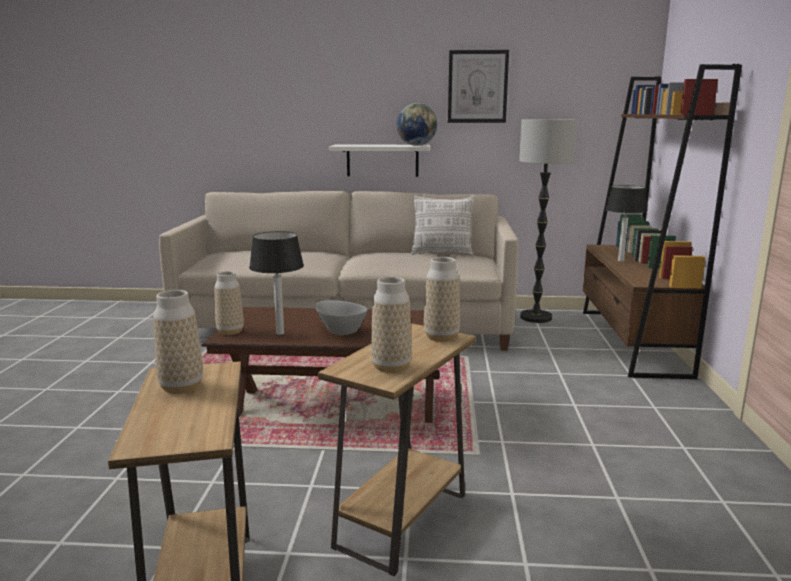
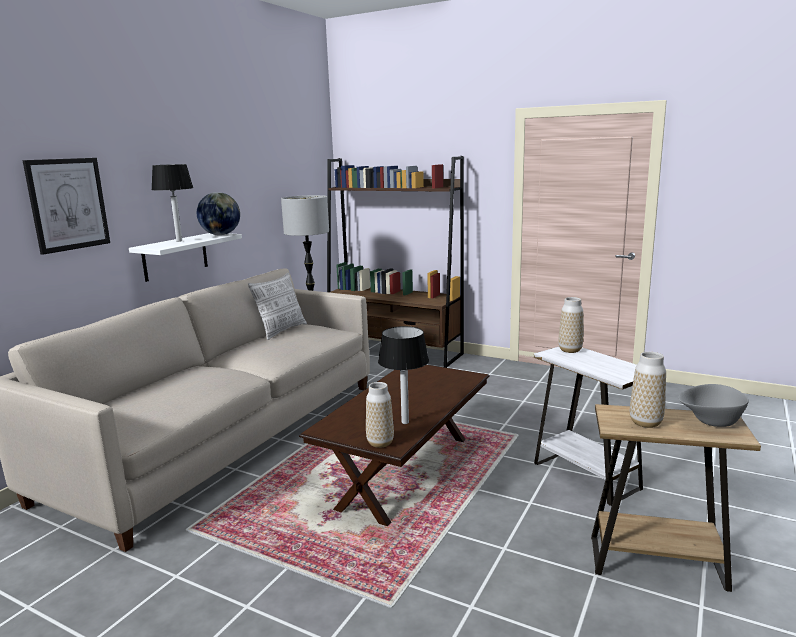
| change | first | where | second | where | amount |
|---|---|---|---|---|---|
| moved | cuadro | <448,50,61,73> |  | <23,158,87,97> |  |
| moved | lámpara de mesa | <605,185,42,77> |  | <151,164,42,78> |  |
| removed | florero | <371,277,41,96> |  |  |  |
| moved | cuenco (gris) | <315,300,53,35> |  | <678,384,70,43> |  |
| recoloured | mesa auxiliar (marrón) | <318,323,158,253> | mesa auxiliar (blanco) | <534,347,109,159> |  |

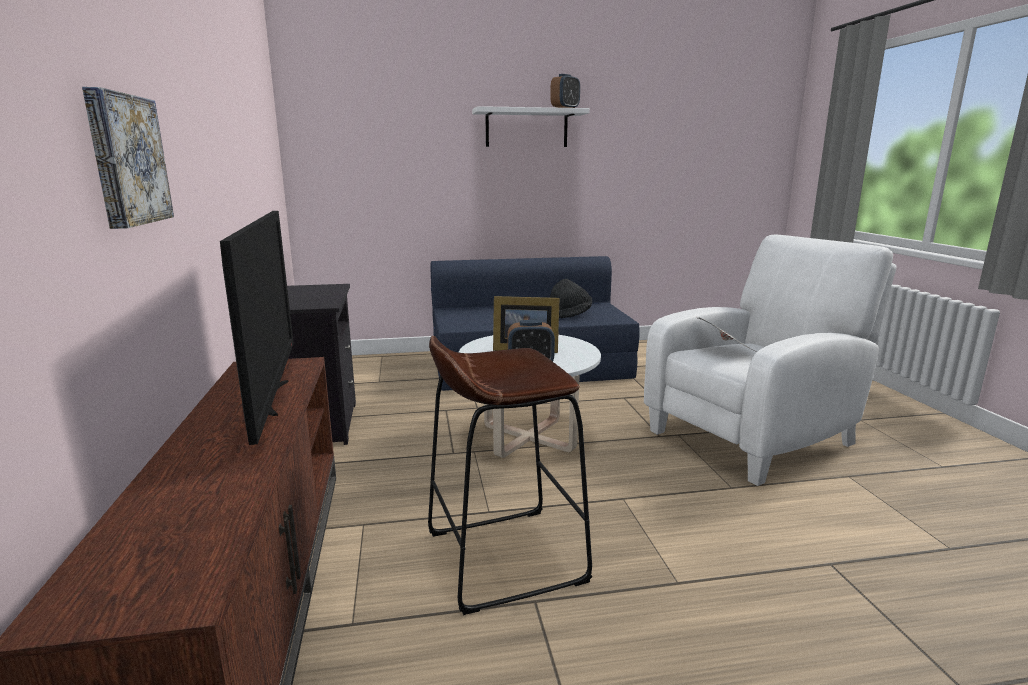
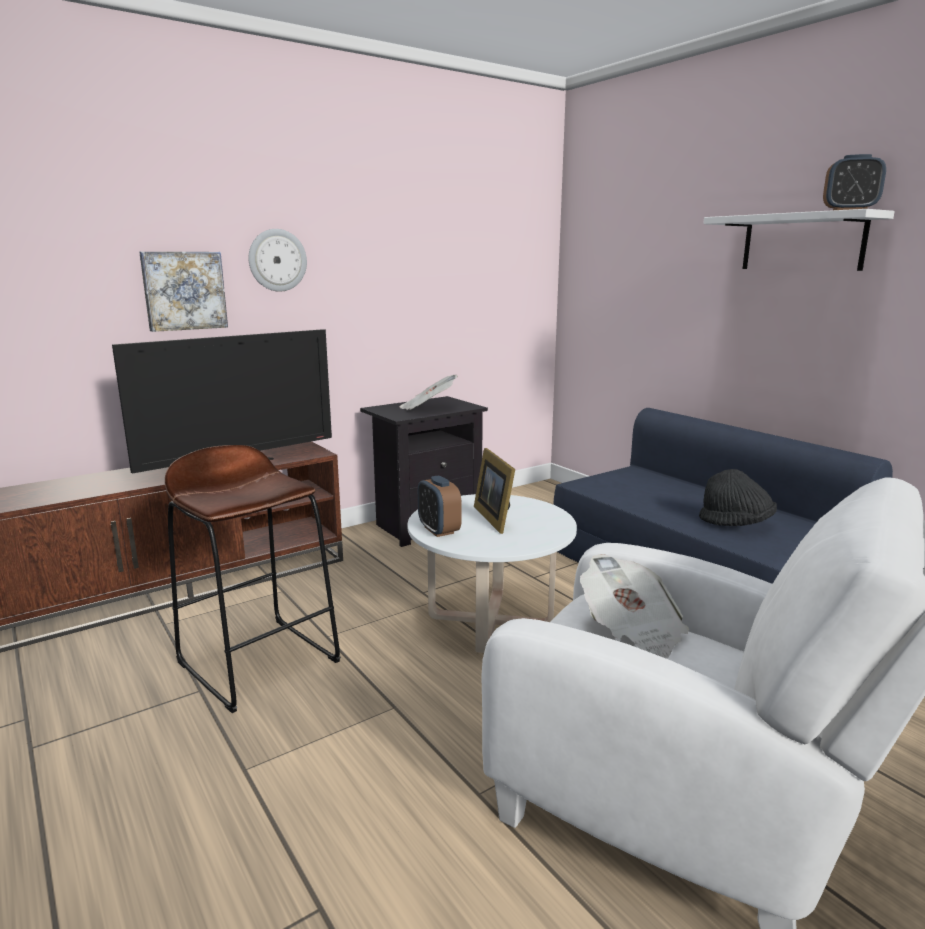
| change | first | where | second | where | amount |
|---|---|---|---|---|---|
| added |  |  | reloj de pared | <248,229,59,63> |  |
| added |  |  | periódico | <400,375,58,35> |  |

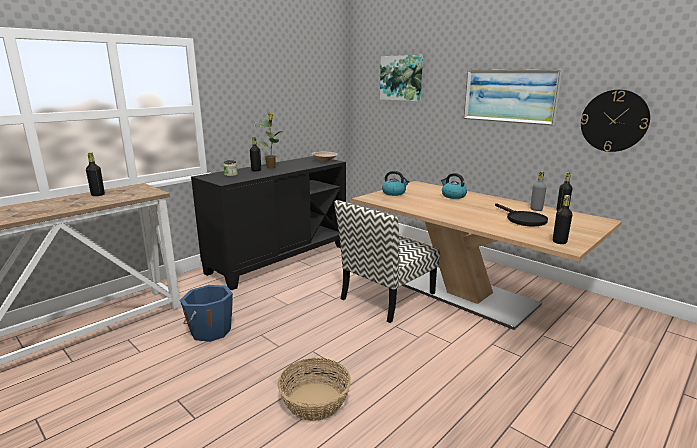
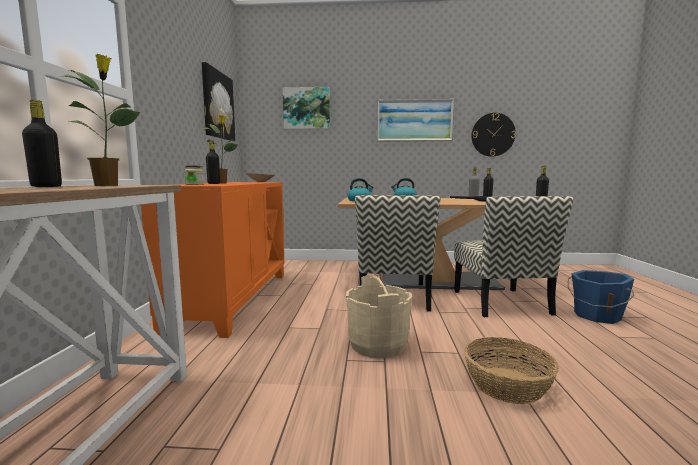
| change | first | where | second | where | amount |
|---|---|---|---|---|---|
| recoloured | armario (negro) | <191,156,155,134> | armario (naranja) | <141,182,143,156> |  |
| moved | cubo (azul) | <180,285,53,57> |  | <568,270,66,54> |  |
| added |  |  | planta en maceta | <61,54,79,132> |  |
| added |  |  | cuadro | <202,62,33,78> |  |
| added |  |  | silla | <454,196,120,121> |  |
| added |  |  | cubo (beis) | <346,275,66,83> |  |

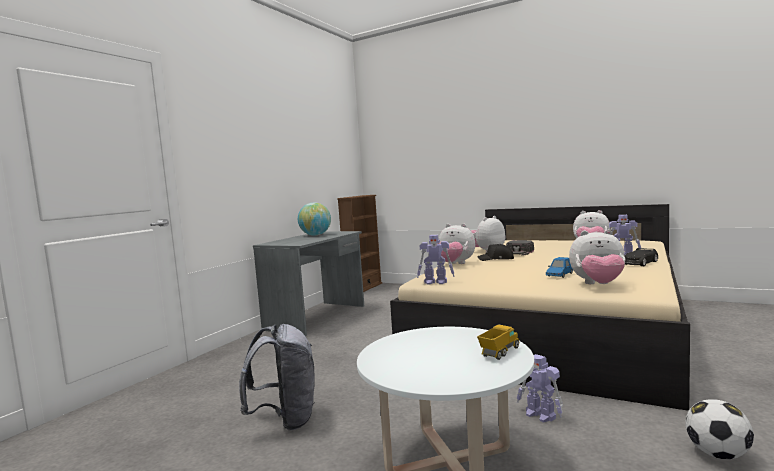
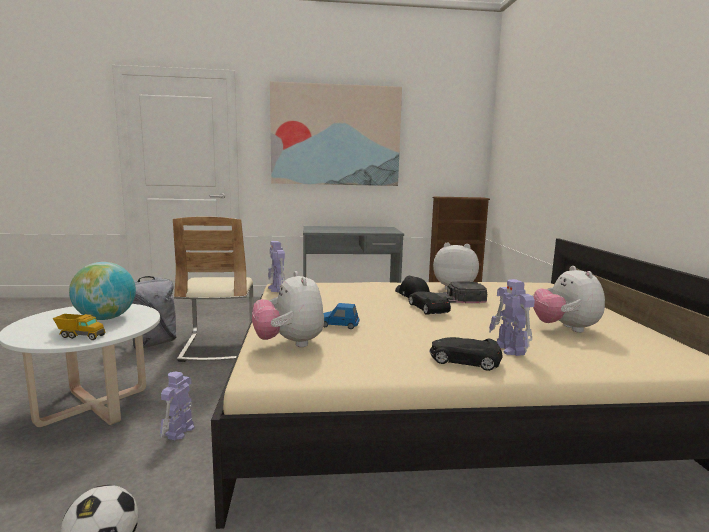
| change | first | where | second | where | amount |
|---|---|---|---|---|---|
| moved | globo terráqueo | <298,202,33,34> |  | <69,262,67,58> |  |
| removed | peluche | <436,224,39,40> |  |  |  |
| added |  |  | cuadro | <270,81,132,105> |  |
| added |  |  | silla (beis) | <173,217,80,145> |  |
| added |  |  | coche de juguete (negro) | <409,291,42,24> |  |

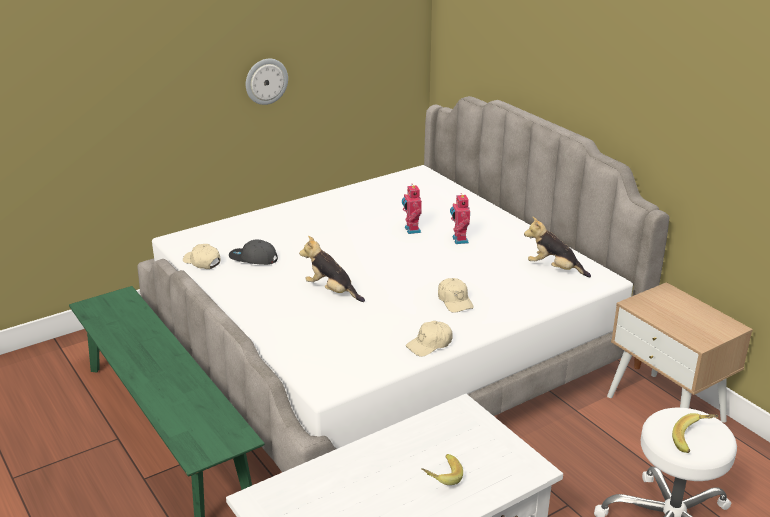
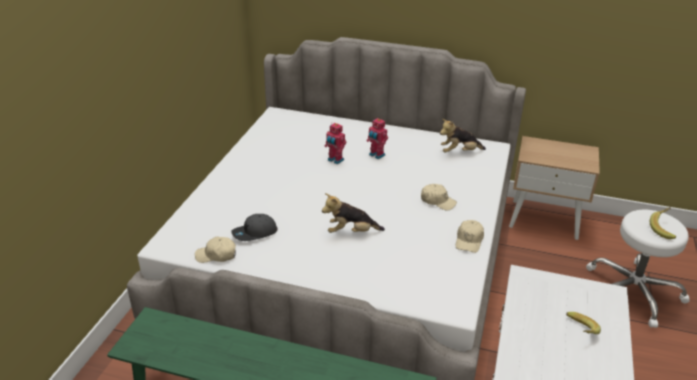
| change | first | where | second | where | amount |
|---|---|---|---|---|---|
| removed | reloj de pared | <246,59,42,46> |  |  |  |

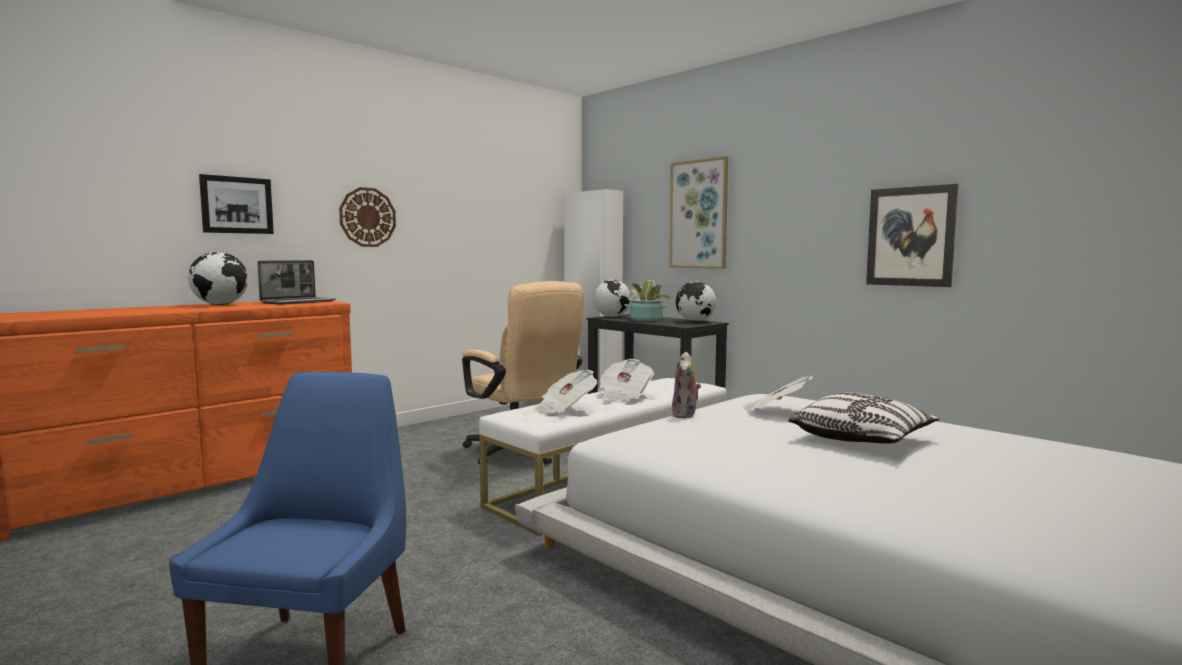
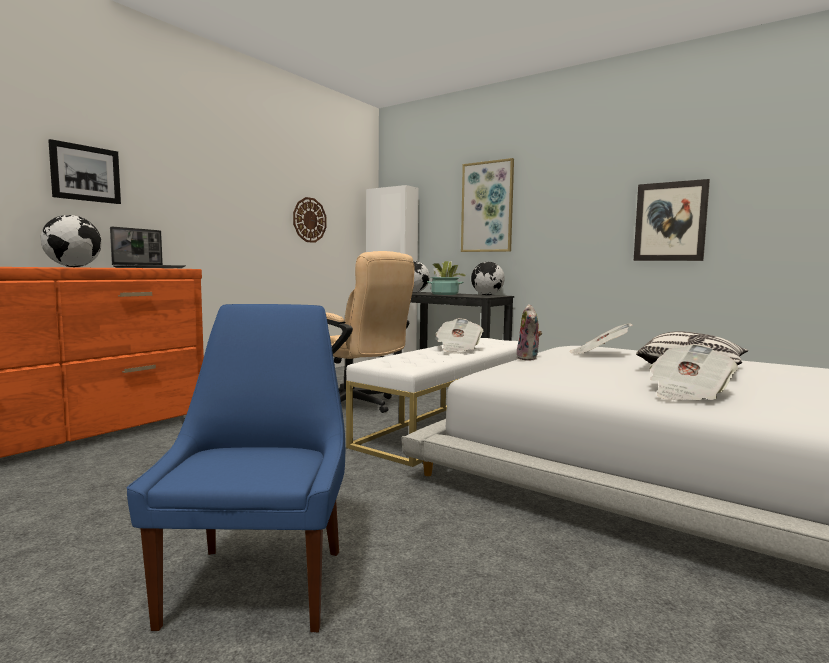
| change | first | where | second | where | amount |
|---|---|---|---|---|---|
| moved | reloj de pared | <339,187,57,60> |  | <293,197,33,46> |  |
| moved | periódico | <533,370,64,43> |  | <649,344,89,56> |  |

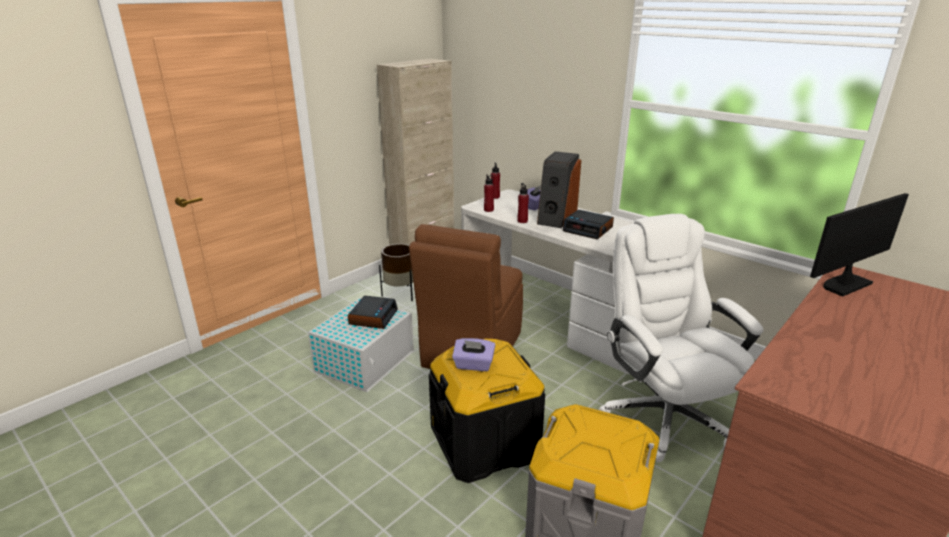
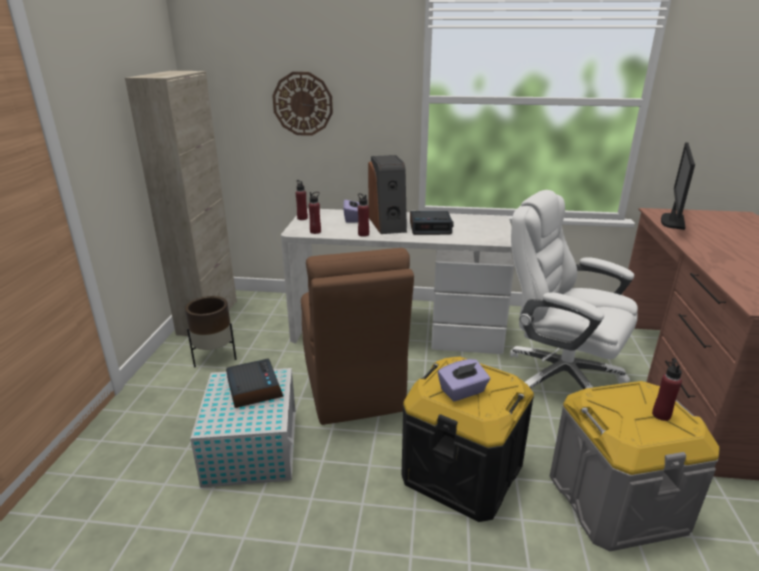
| change | first | where | second | where | amount |
|---|---|---|---|---|---|
| added |  |  | reloj de pared | <272,72,61,64> |  |
| added |  |  | botella (rojo) | <652,358,30,63> |  |

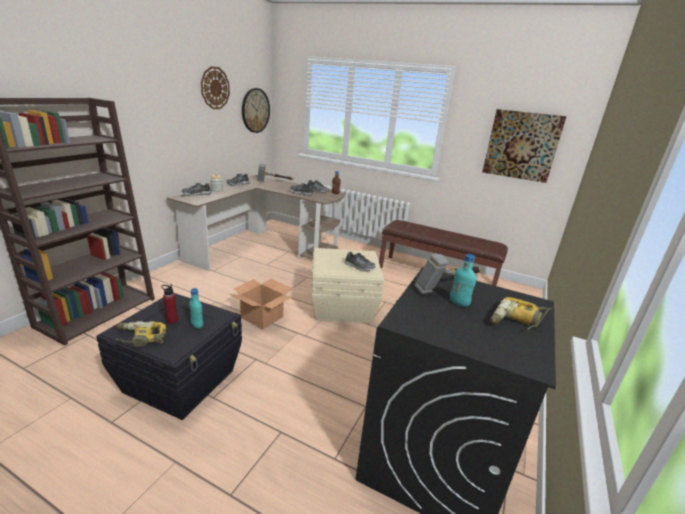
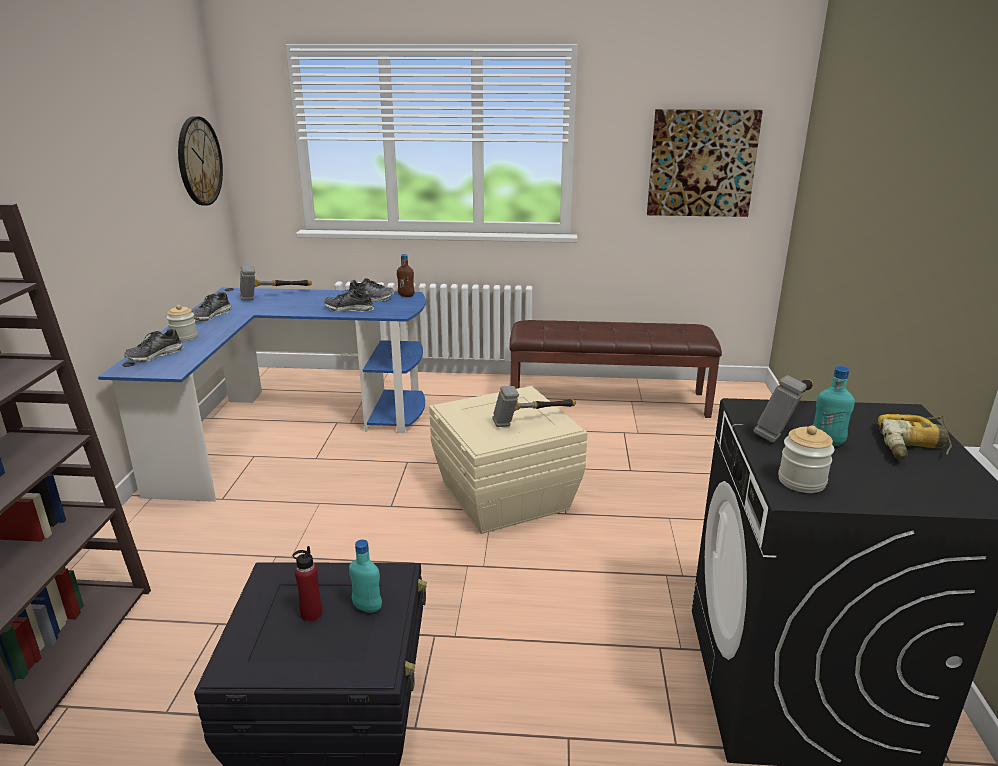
| change | first | where | second | where | amount |
|---|---|---|---|---|---|
| removed | reloj de pared | <201,66,29,43> |  |  |  |
| recoloured | escritorio (marrón) | <167,175,178,96> | escritorio (azul) | <98,288,328,214> |  |
| replaced | zapato | <344,252,32,20> | martillo | <492,386,84,41> |  |
| removed | caja de cartón | <230,279,63,51> |  |  |  |
| removed | taladro | <115,321,51,25> |  |  |  |
| added |  |  | tarro | <778,426,56,67> |  |

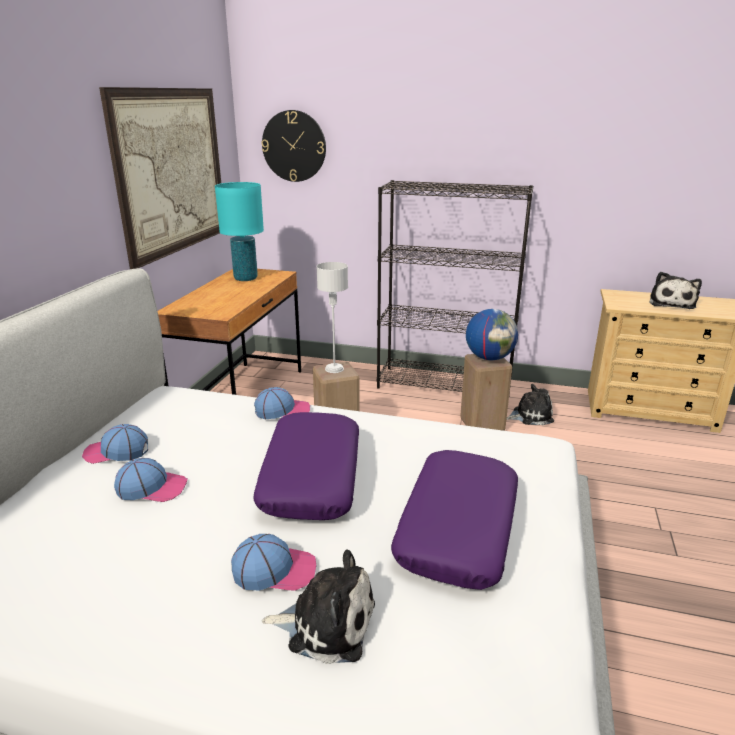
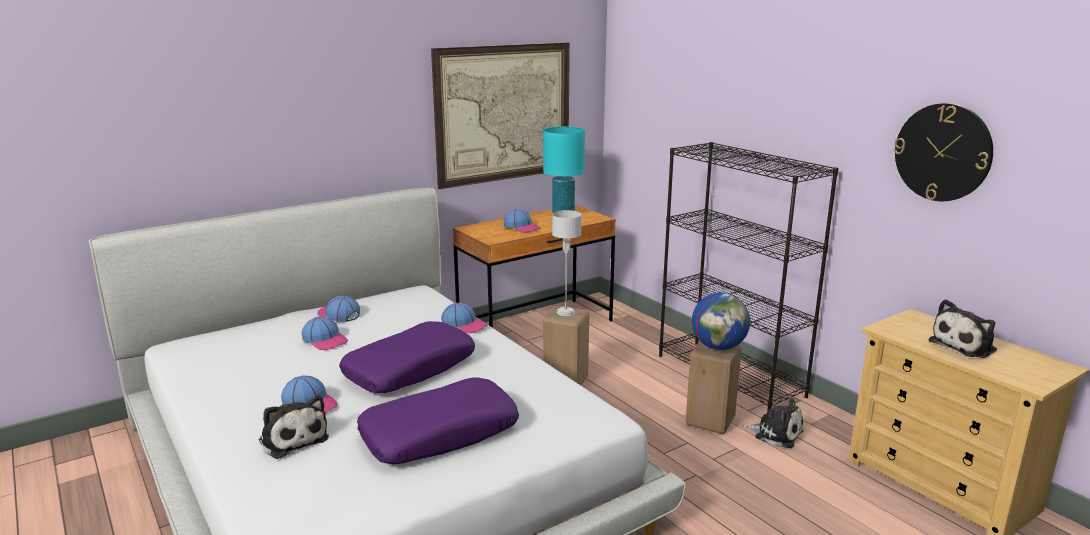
| change | first | where | second | where | amount |
|---|---|---|---|---|---|
| moved | reloj de pared | <261,110,65,72> |  | <894,103,99,98> |  |
| added |  |  | gorra | <504,209,37,24> |  |

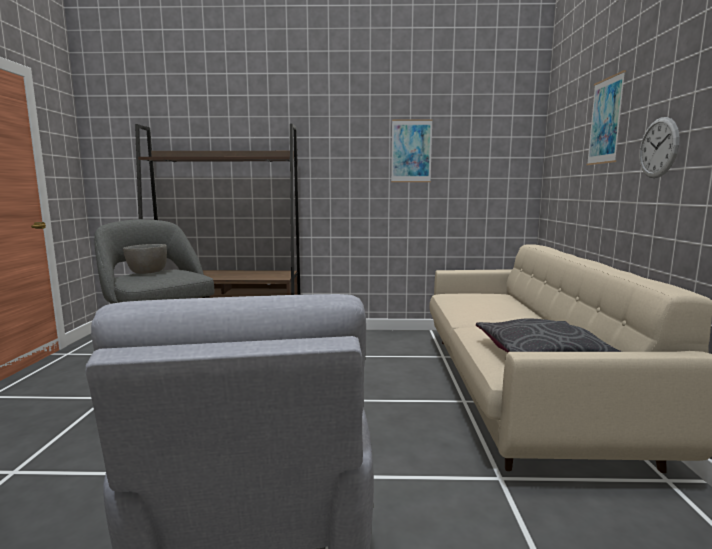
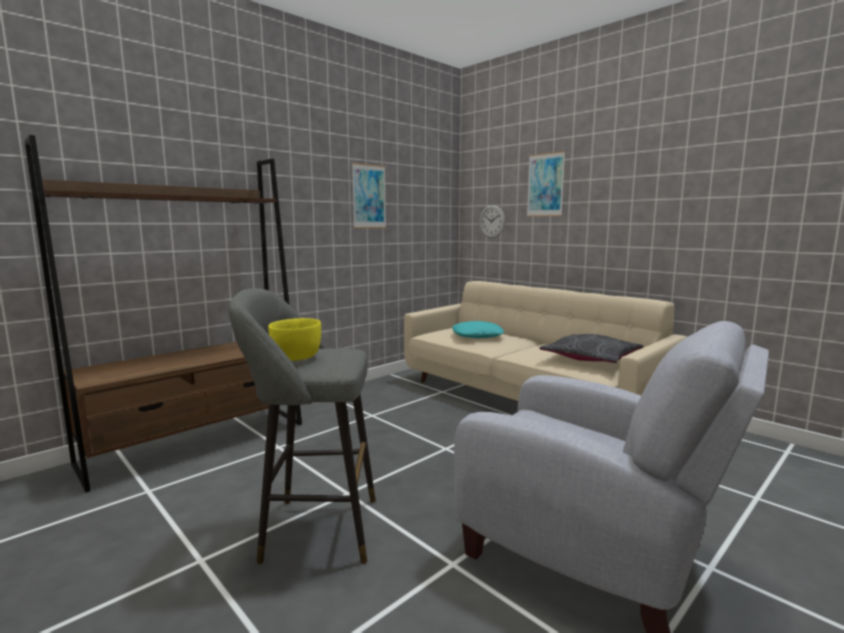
| change | first | where | second | where | amount |
|---|---|---|---|---|---|
| moved | reloj de pared | <639,117,41,61> |  | <479,205,26,33> |  |
| recoloured | cuenco (gris) | <123,244,44,30> | cuenco (amarillo) | <268,318,53,43> |  |
| added |  |  | cojín (turquesa) | <452,321,52,17> |  |

